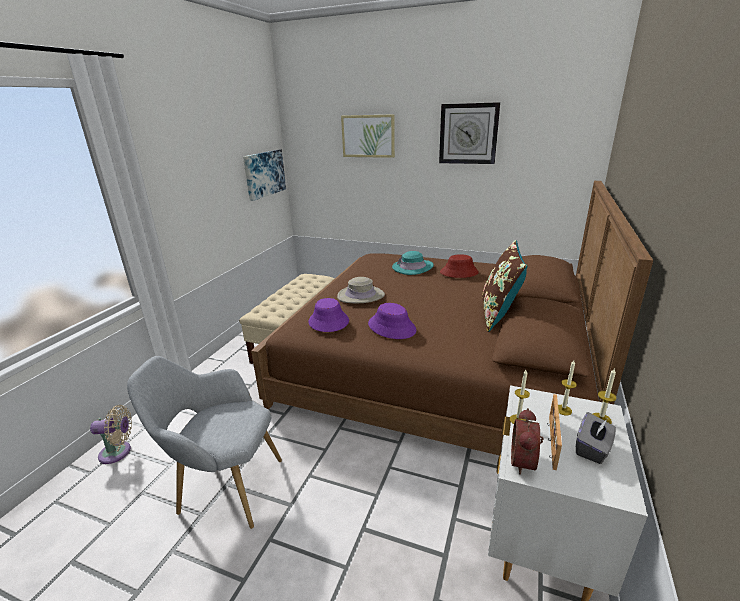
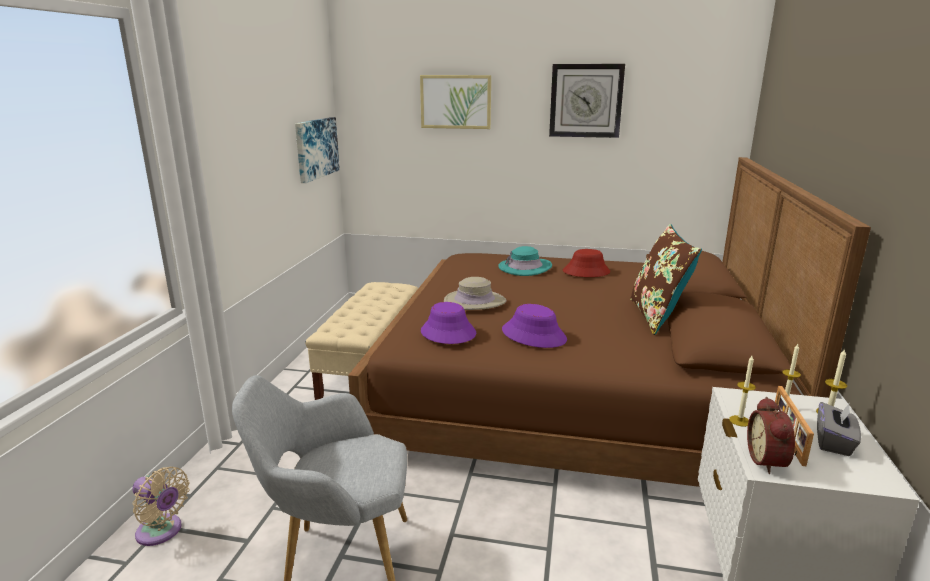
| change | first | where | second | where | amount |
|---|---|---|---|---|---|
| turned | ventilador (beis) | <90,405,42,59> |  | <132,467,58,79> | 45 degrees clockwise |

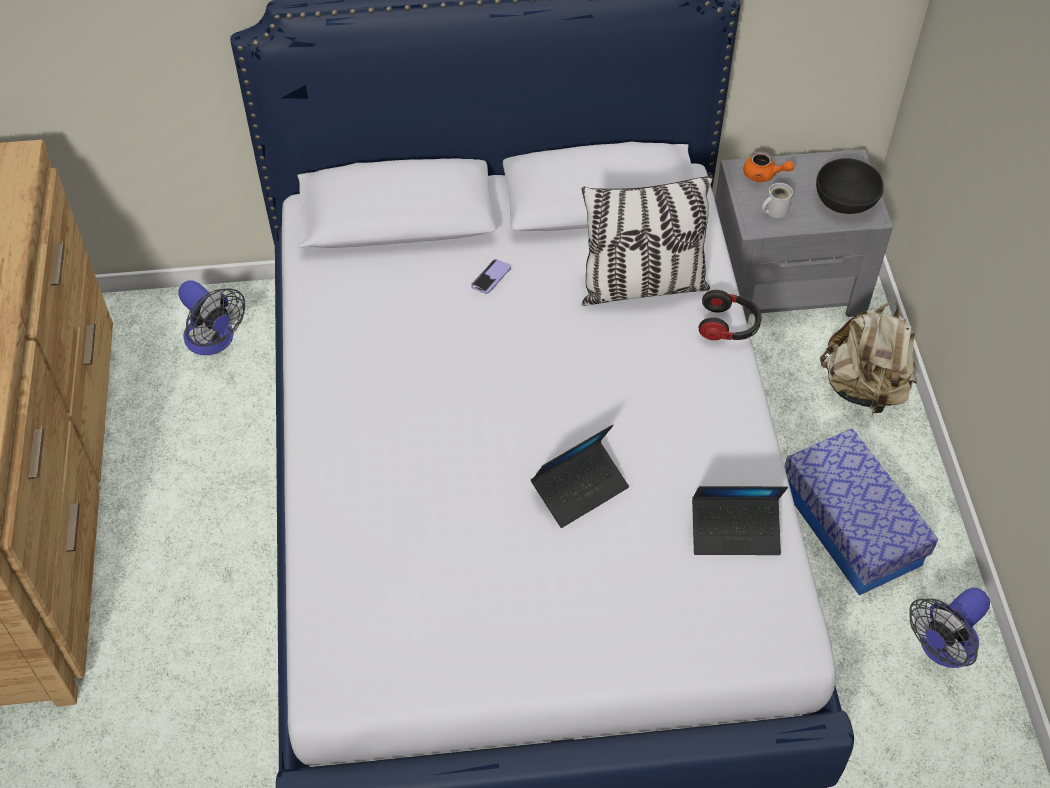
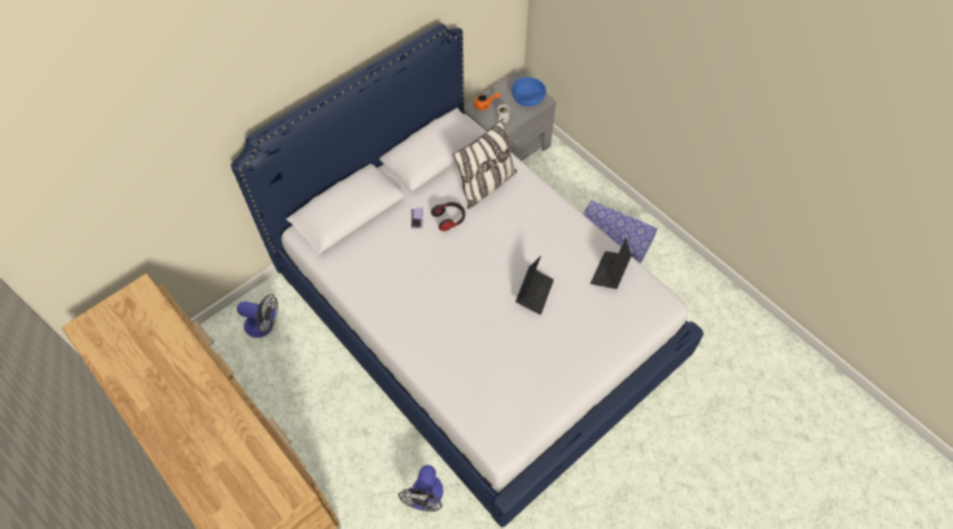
| change | first | where | second | where | amount |
|---|---|---|---|---|---|
| recoloured | cuenco (negro) | <816,158,68,56> | cuenco (azul) | <512,77,34,29> |  |
| moved | auriculares | <699,290,63,50> |  | <431,202,34,29> |  |
| removed | mochila (beis) | <820,302,97,114> |  |  |  |
| turned | portátil | <692,486,96,69> |  | <590,238,41,51> | 150 degrees clockwise |
| moved | ventilador | <909,588,81,80> |  | <398,465,45,46> |  |

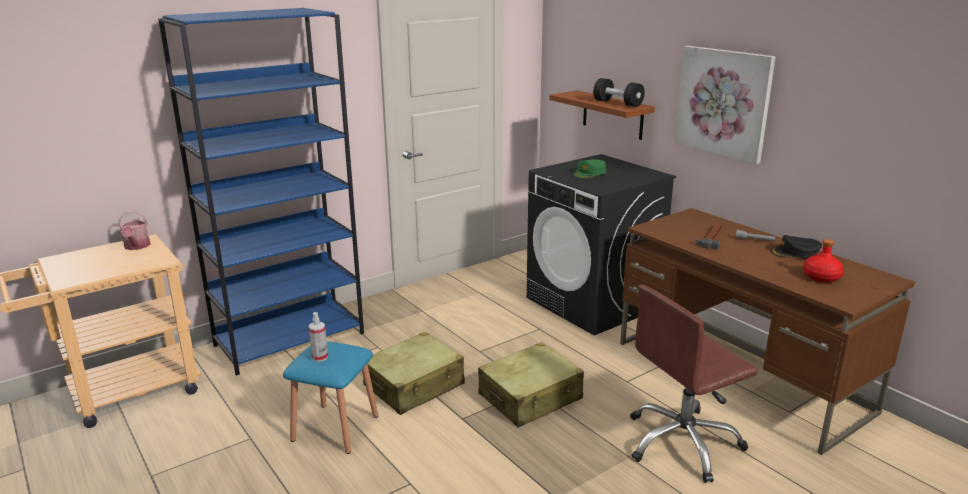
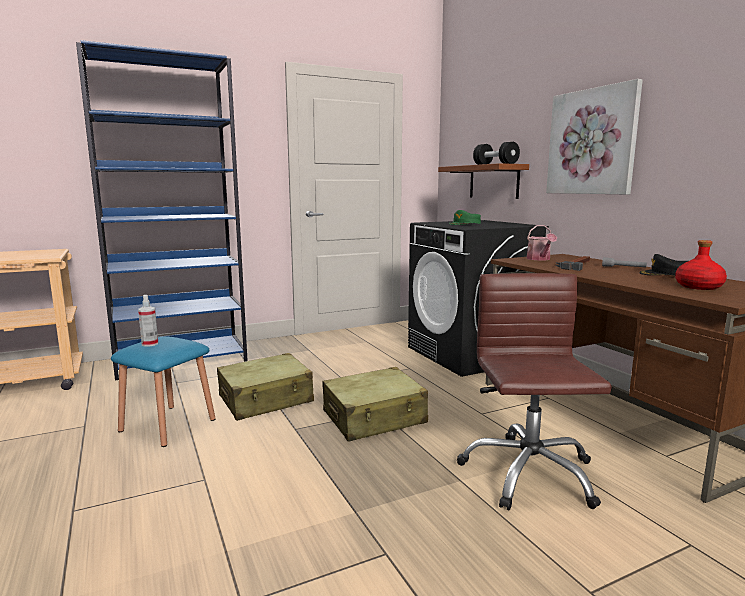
| change | first | where | second | where | amount |
|---|---|---|---|---|---|
| moved | regadera | <118,211,33,39> |  | <527,225,30,36> |  |
| turned | silla de oficina (marrón) | <630,284,128,199> |  | <457,273,155,237> | 105 degrees clockwise |

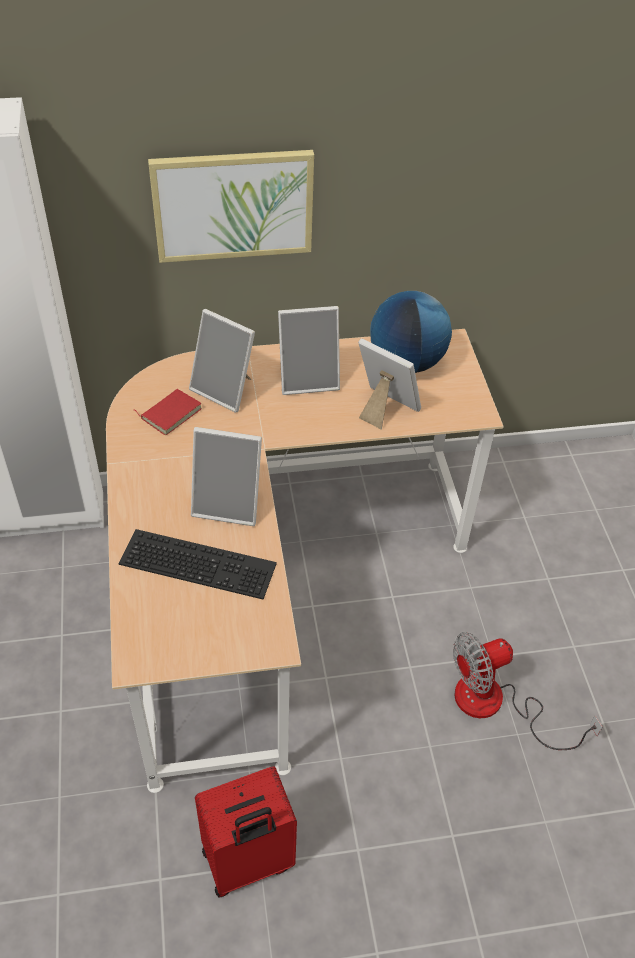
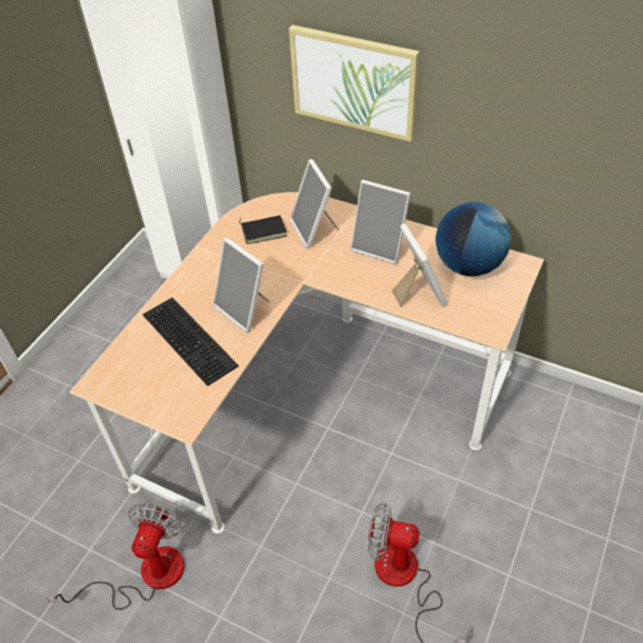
| change | first | where | second | where | amount |
|---|---|---|---|---|---|
| recoloured | libro (rojo) | <134,389,68,46> | libro (negro) | <239,215,48,29> |  |
| replaced | maleta (rojo) | <195,767,102,131> | ventilador | <45,503,140,107> |  |

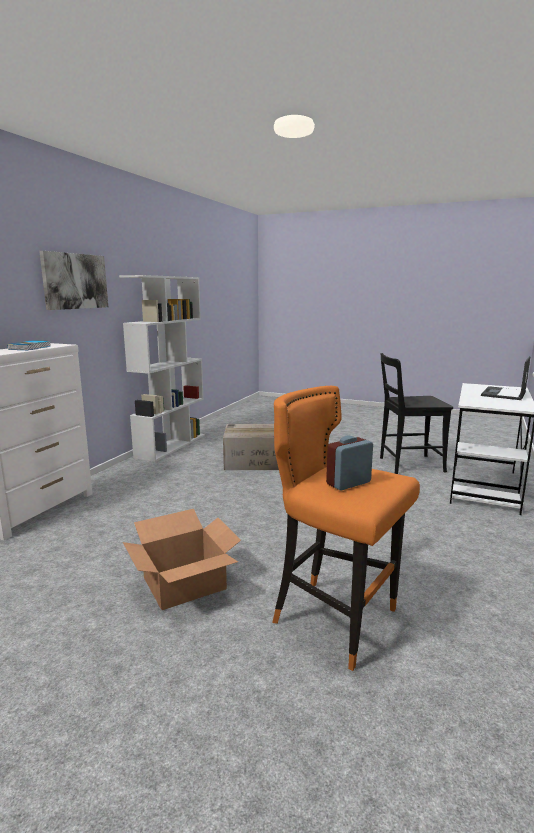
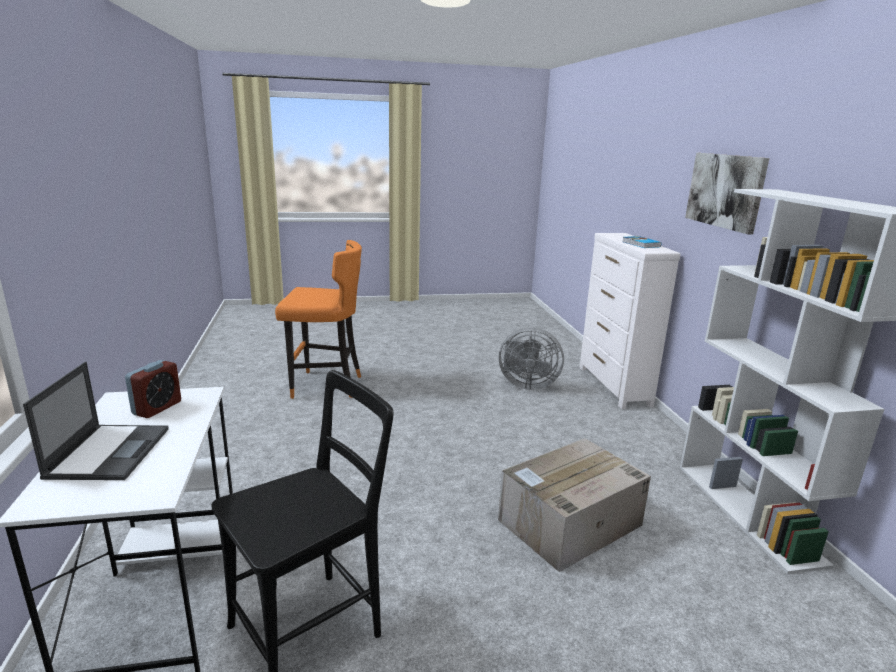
| change | first | where | second | where | amount |
|---|---|---|---|---|---|
| moved | despertador | <326,436,47,54> |  | <125,360,56,58> |  |
| removed | caja de cartón | <123,509,118,101> |  |  |  |
| added |  |  | ventilador (gris) | <499,327,65,63> |  |

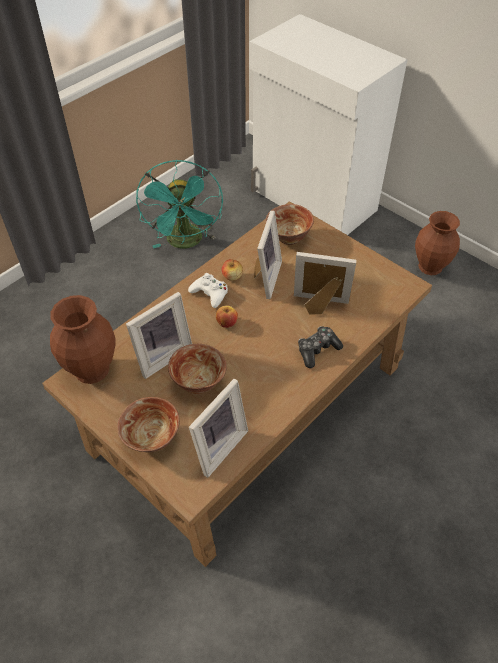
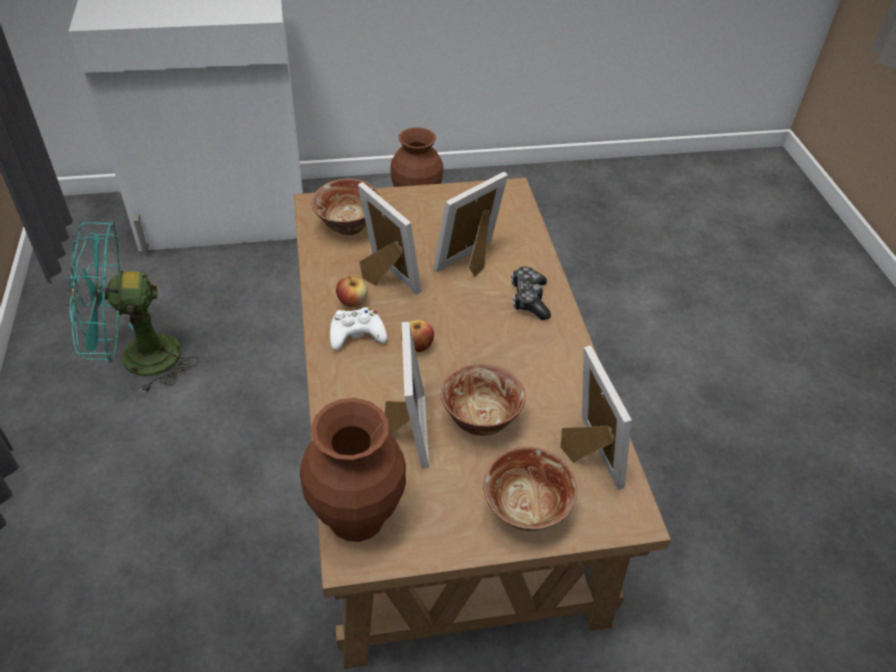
| change | first | where | second | where | amount |
|---|---|---|---|---|---|
| turned | ventilador (turquesa) | <136,160,87,89> |  | <69,222,130,172> | 135 degrees clockwise |

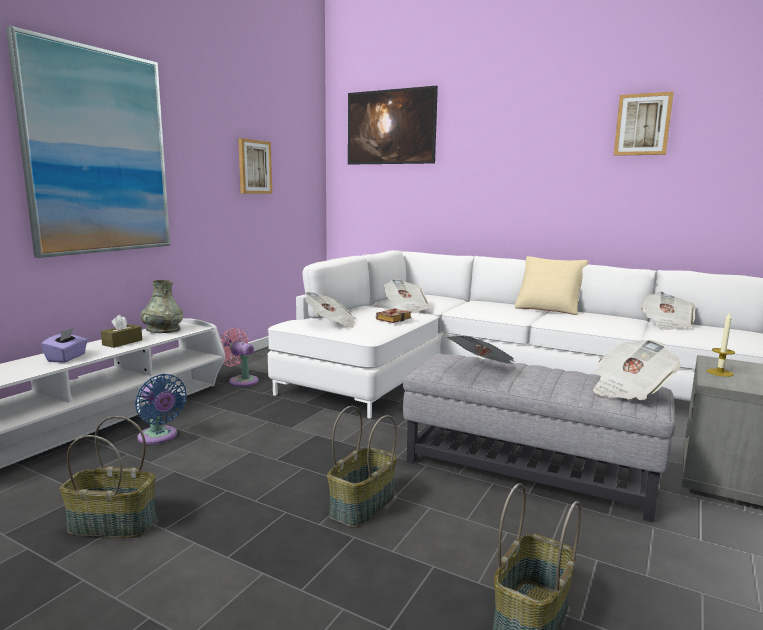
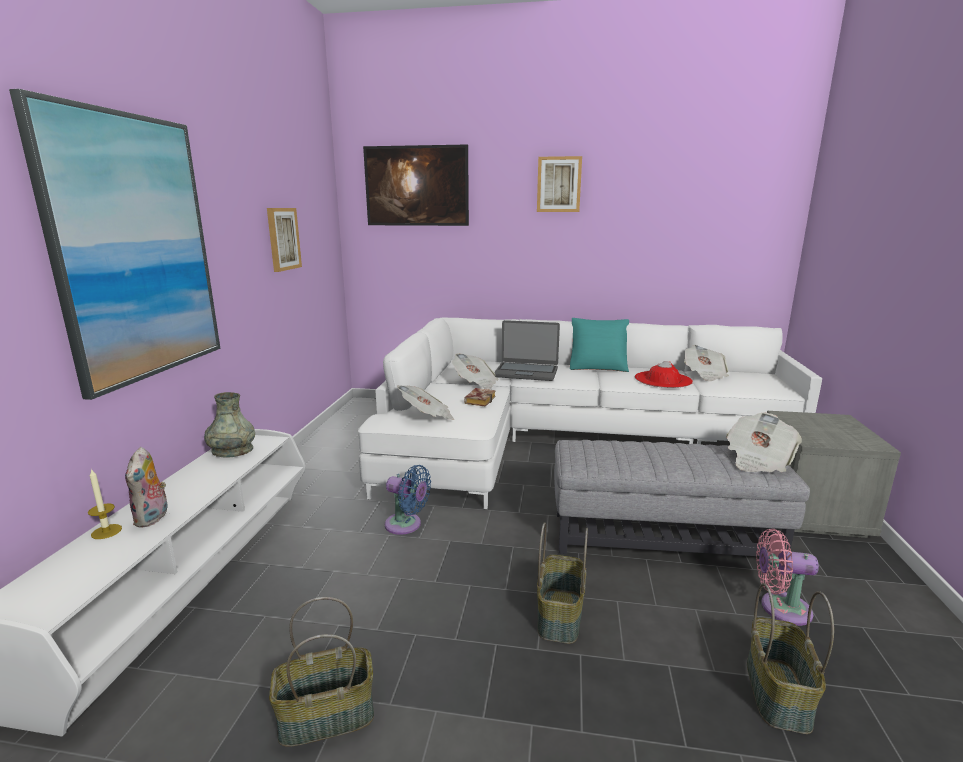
| change | first | where | second | where | amount |
|---|---|---|---|---|---|
| moved | cuadro | <614,91,60,65> |  | <537,156,45,56> |  |
| recoloured | cojín (beis) | <515,256,73,59> | cojín (turquesa) | <570,318,59,54> |  |
| moved | vela | <707,312,28,65> |  | <88,468,34,71> |  |
| removed | caja de pañuelos (marrón) | <101,315,41,33> |  |  |  |
| replaced | caja de pañuelos (morado) | <41,328,47,35> | peluche | <125,447,42,81> |  |
| moved | ventilador (rosa) | <220,328,39,59> |  | <756,529,63,97> |  |
| removed | periódico | <447,336,68,28> |  |  |  |
| moved | ventilador (azul) | <135,374,52,70> |  | <385,465,46,70> |  |
| added |  |  | portátil | <494,320,66,61> |  |
| added |  |  | sombrero (rojo) | <635,361,58,27> |  |

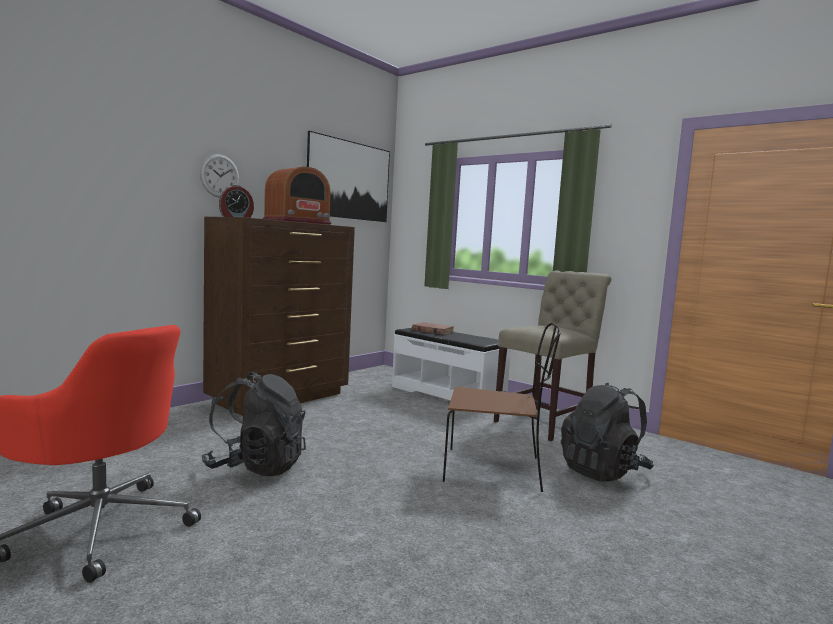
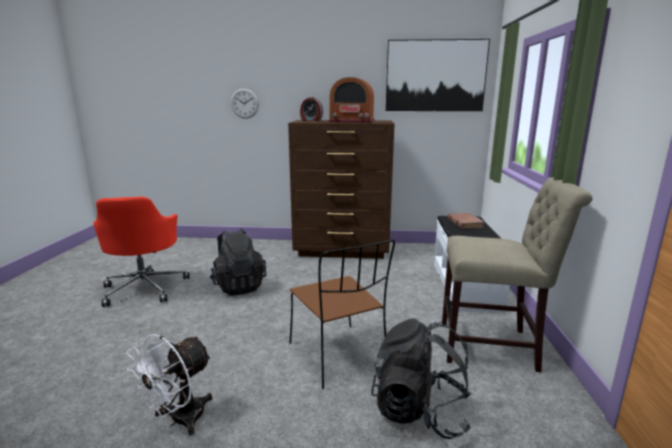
| change | first | where | second | where | amount |
|---|---|---|---|---|---|
| moved | reloj de pared | <200,154,39,44> |  | <231,88,28,31> |  |
| added |  |  | ventilador (blanco) | <127,334,85,101> |  |

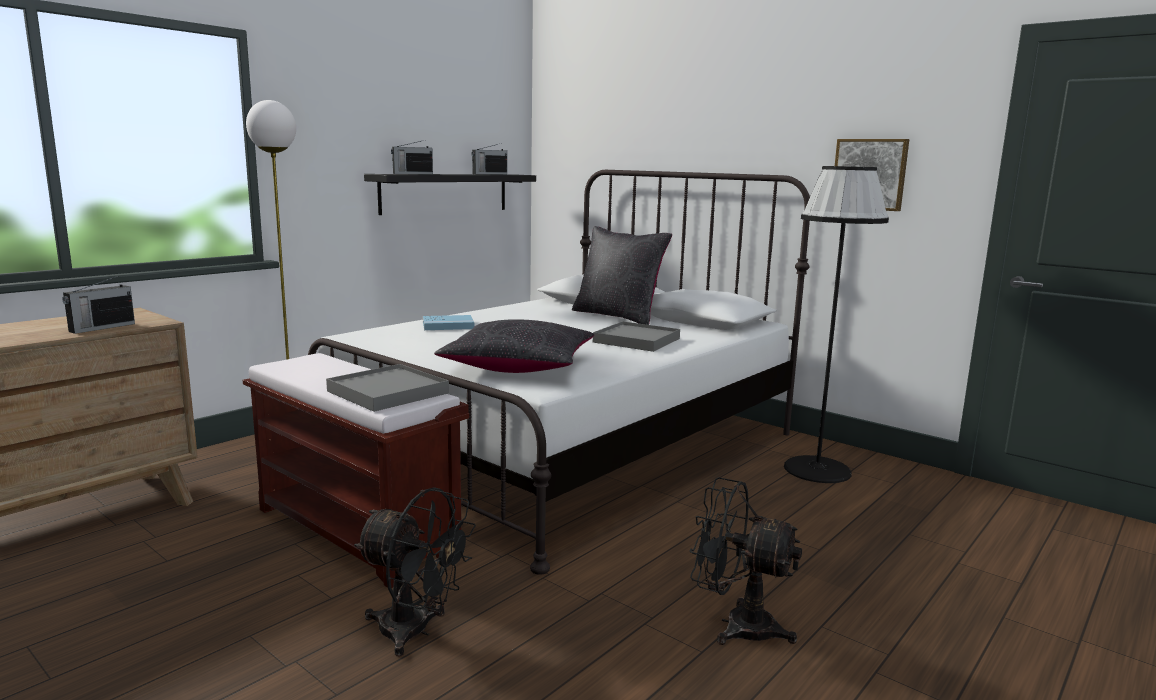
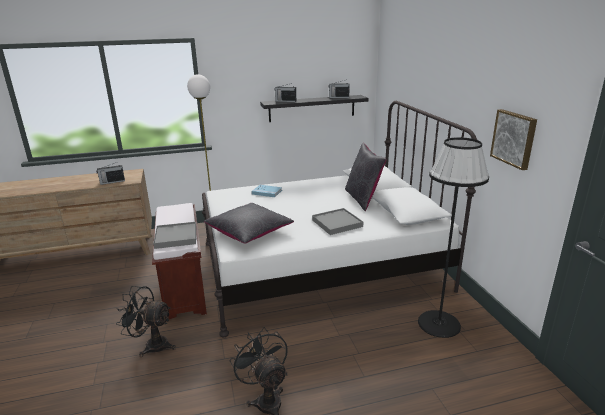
| change | first | where | second | where | amount |
|---|---|---|---|---|---|
| turned | ventilador (negro) | <354,487,122,170> |  | <116,286,60,71> | 135 degrees clockwise |

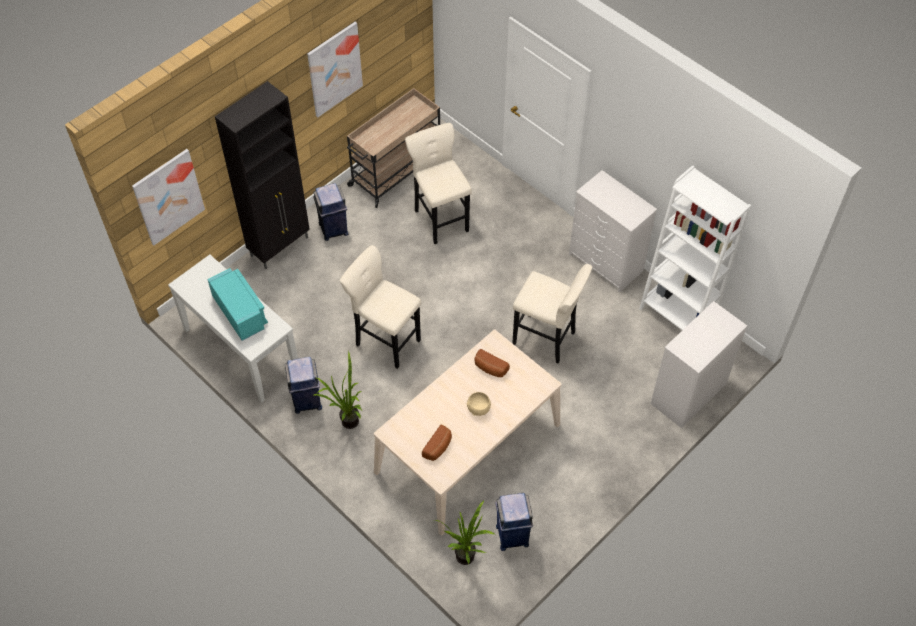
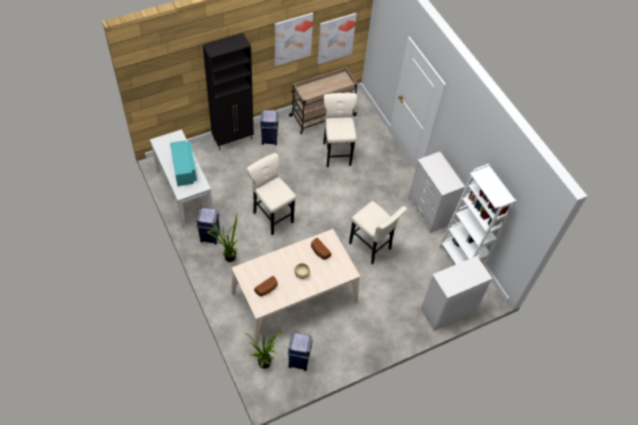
| change | first | where | second | where | amount |
|---|---|---|---|---|---|
| moved | cuadro | <132,149,73,96> |  | <317,13,40,52> |  |

